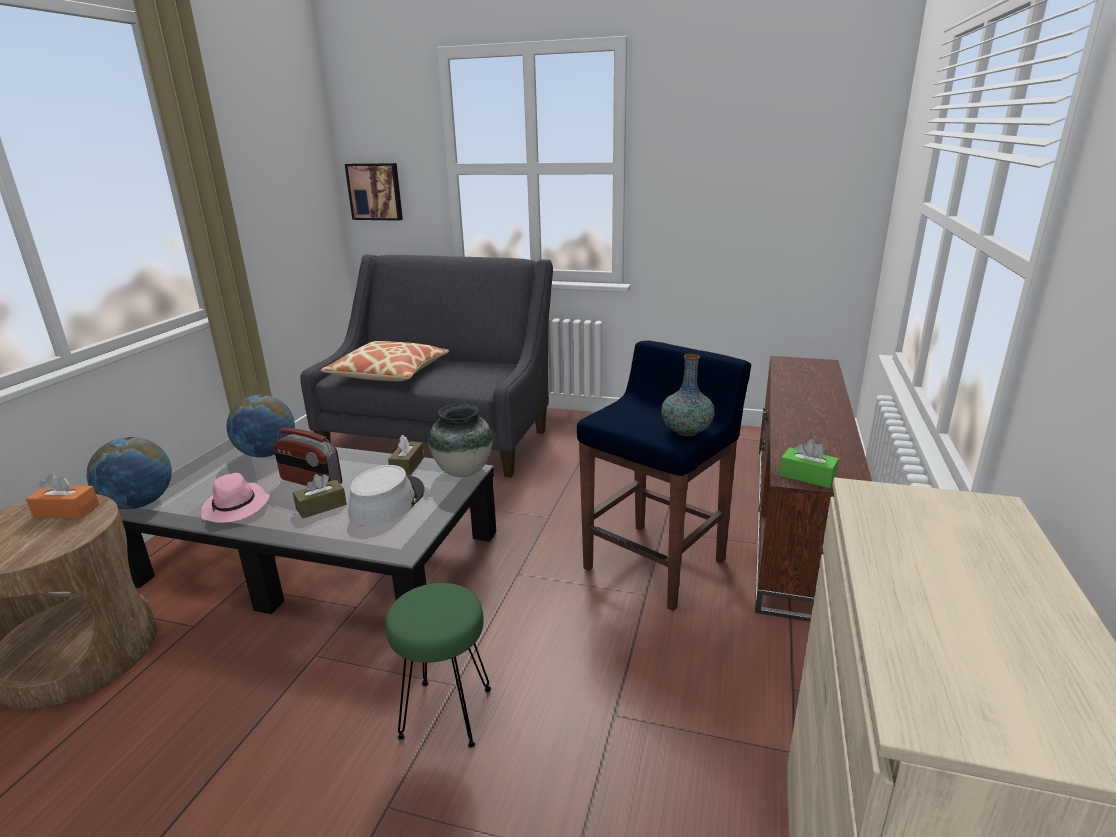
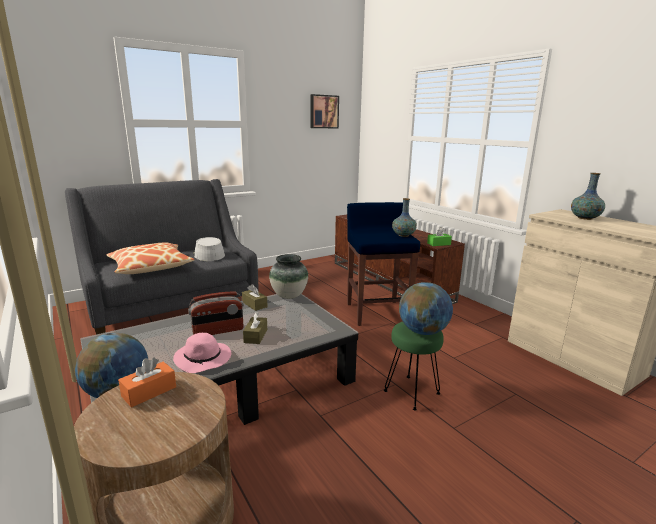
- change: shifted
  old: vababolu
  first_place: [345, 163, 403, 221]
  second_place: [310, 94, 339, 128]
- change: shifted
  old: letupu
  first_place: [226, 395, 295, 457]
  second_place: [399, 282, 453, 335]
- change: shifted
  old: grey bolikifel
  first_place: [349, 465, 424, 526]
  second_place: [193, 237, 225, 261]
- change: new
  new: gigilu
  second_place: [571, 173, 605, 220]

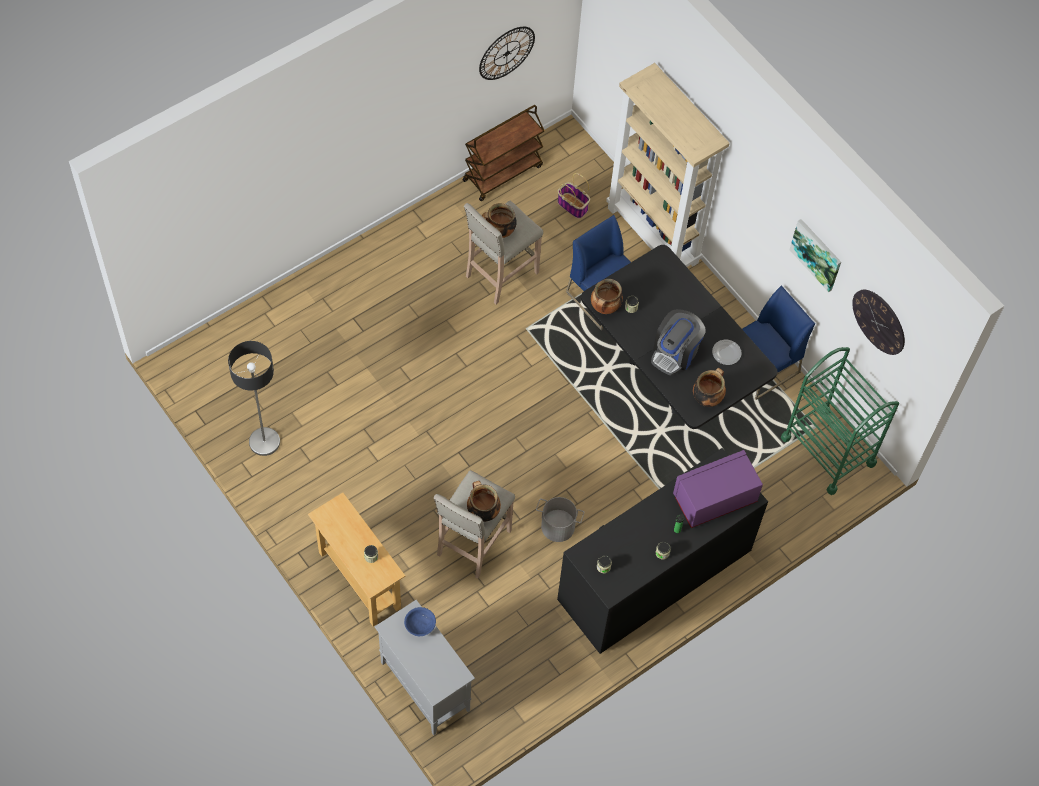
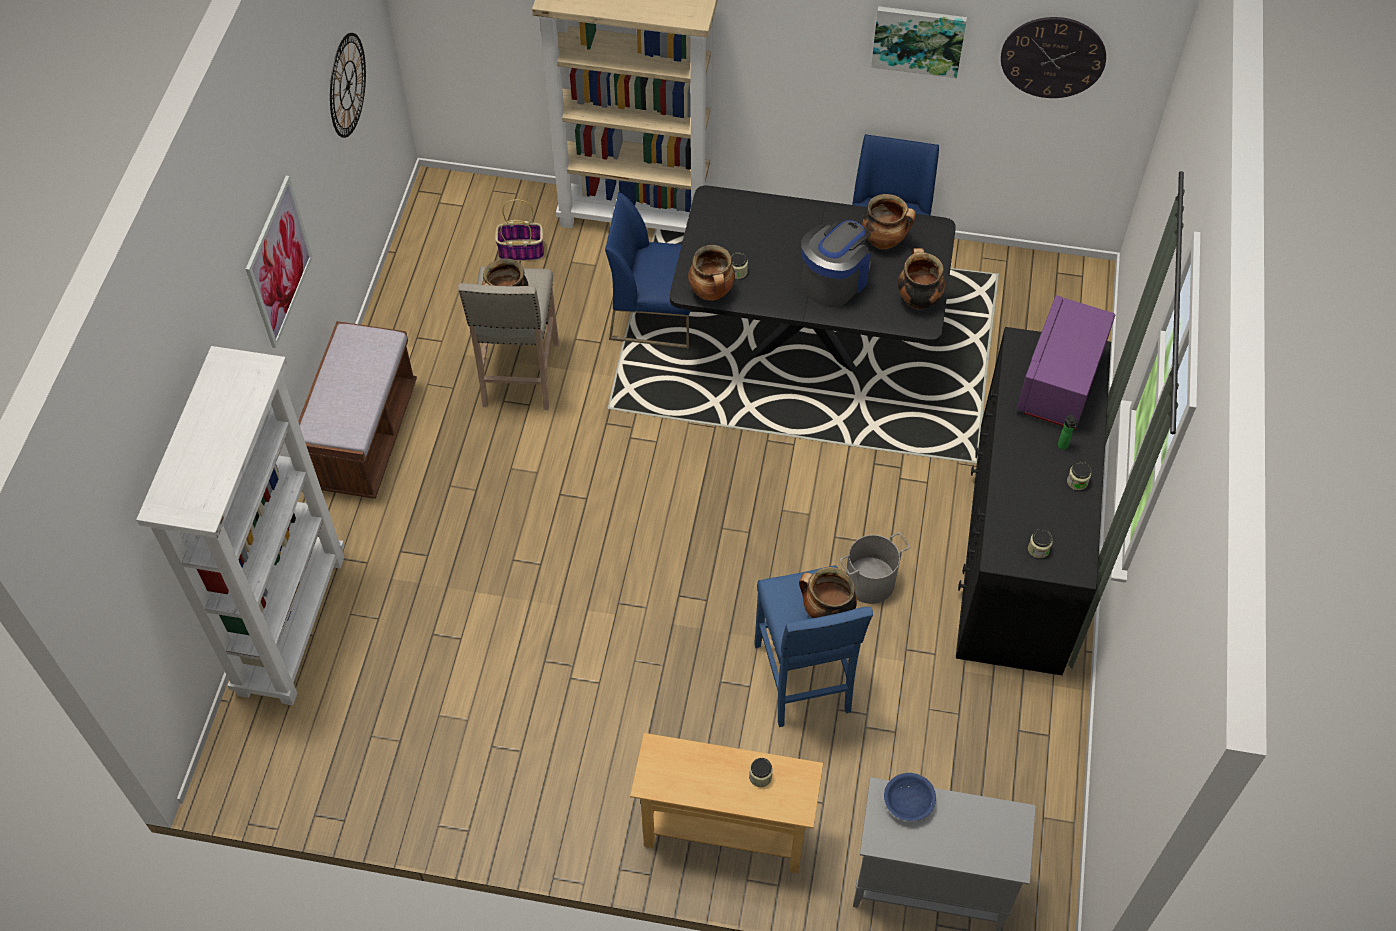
- change: gone
  old: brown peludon
  first_place: [462, 105, 545, 201]
- change: rotated
  old: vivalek
  first_place: [651, 309, 706, 376]
  second_place: [801, 219, 871, 307]
  degrees: -135
- change: swapped
  old: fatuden
  new: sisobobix
  first_place: [712, 340, 742, 365]
  second_place: [862, 194, 916, 249]
- change: gone
  old: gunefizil
  first_place: [228, 341, 280, 456]
- change: gone
  old: green peludon
  first_place: [781, 347, 899, 495]
- change: repainted
  old: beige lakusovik
  new: blue lakusovik
  first_place: [434, 470, 515, 578]
  second_place: [754, 565, 873, 727]
- change: new
  new: vababolu
  second_place: [246, 176, 313, 348]
- change: new
  new: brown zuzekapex
  second_place: [298, 321, 417, 499]
- change: new
  new: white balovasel
  second_place: [136, 346, 345, 705]

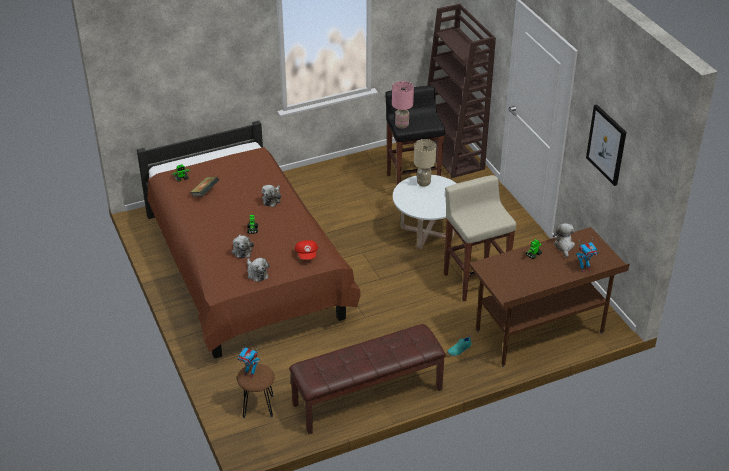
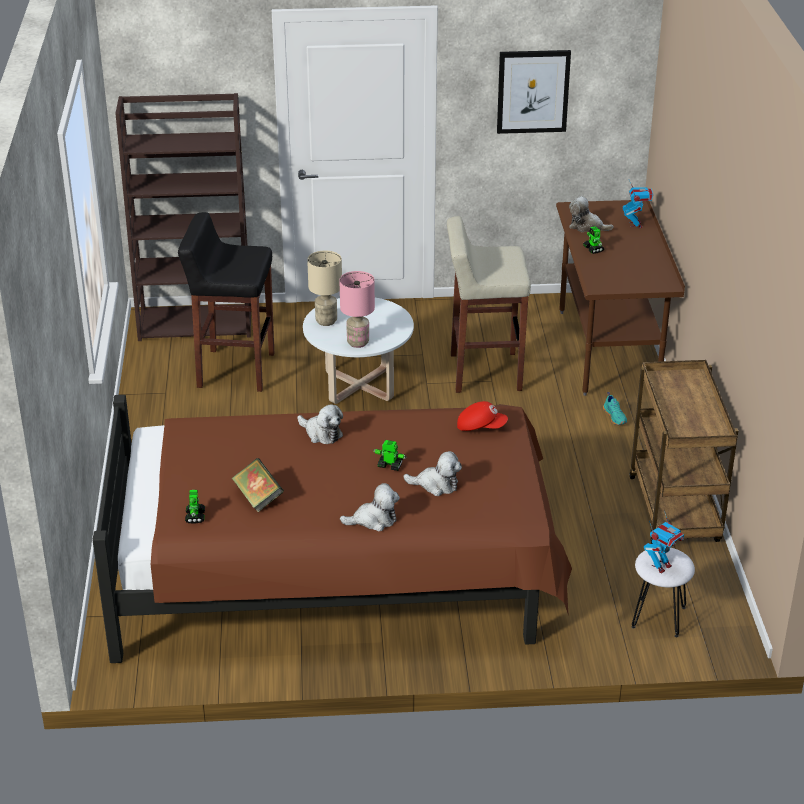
- change: shifted
  old: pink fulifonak
  first_place: [392, 81, 414, 129]
  second_place: [339, 271, 375, 348]
- change: shifted
  old: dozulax
  first_place: [247, 258, 270, 282]
  second_place: [340, 483, 400, 531]
- change: swapped
  old: brown zuzekapex
  new: brown peludon
  first_place: [289, 324, 446, 434]
  second_place: [629, 360, 738, 544]
- change: repainted
  old: brown lakusovik
  new: white lakusovik
  first_place: [237, 364, 275, 419]
  second_place: [632, 548, 695, 637]

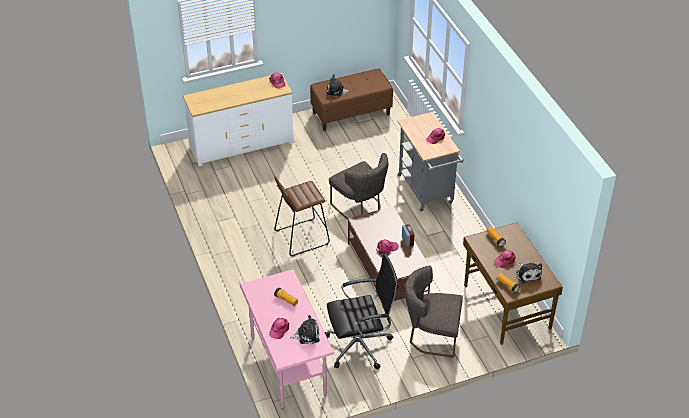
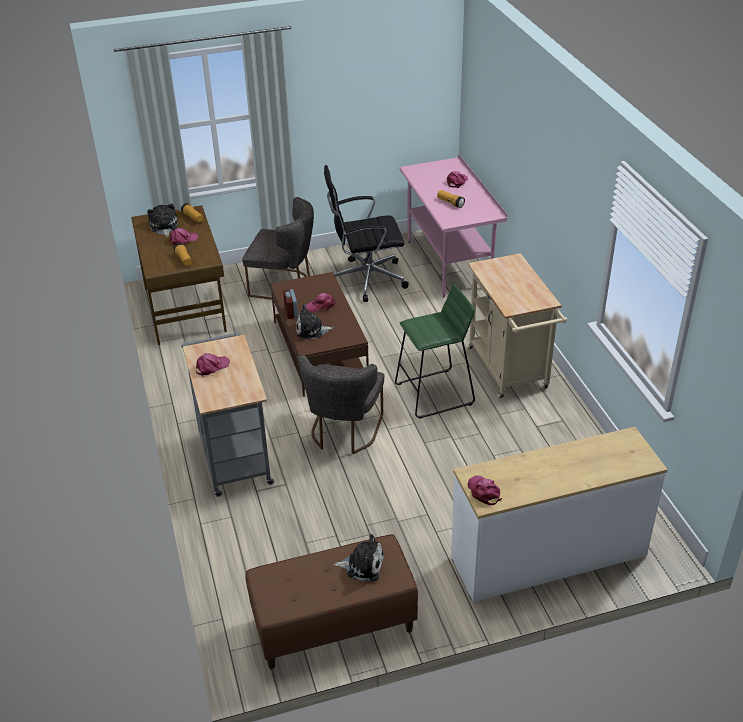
- change: rotated
  old: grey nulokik
  first_place: [329, 153, 389, 220]
  second_place: [297, 355, 384, 454]
  degrees: -135
- change: repainted
  old: brown lakusovik
  new: green lakusovik
  first_place: [274, 176, 330, 257]
  second_place: [395, 284, 475, 419]
- change: shifted
  old: dozulax
  first_place: [289, 315, 320, 344]
  second_place: [296, 304, 334, 339]
- change: new
  new: beige peludon
  second_place: [467, 253, 567, 400]

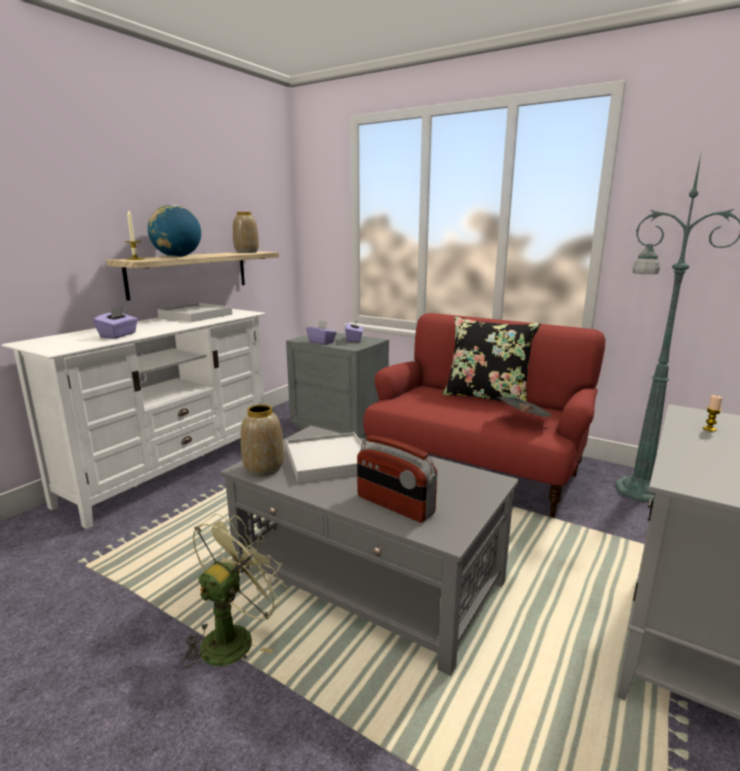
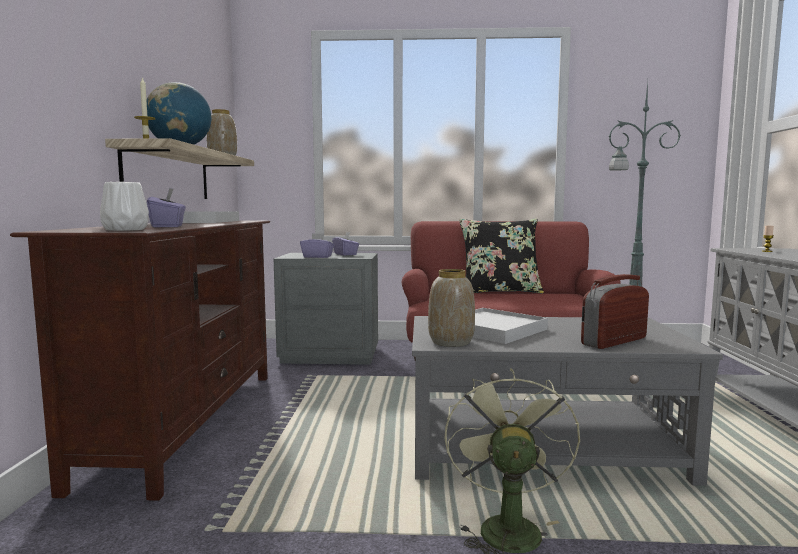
- change: repainted
  old: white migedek
  new: brown migedek
  first_place: [1, 309, 266, 529]
  second_place: [10, 220, 270, 501]
- change: gone
  old: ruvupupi
  first_place: [497, 397, 552, 417]
- change: rotated
  old: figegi
  first_place: [357, 435, 437, 522]
  second_place: [581, 274, 649, 349]
  degrees: 135
- change: new
  new: white gigilu
  second_place: [100, 182, 149, 231]

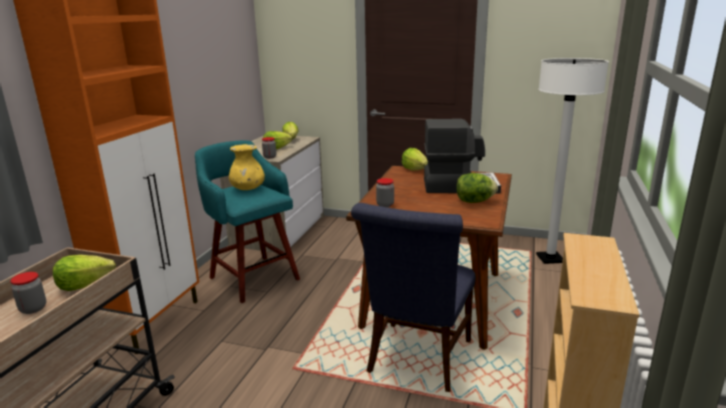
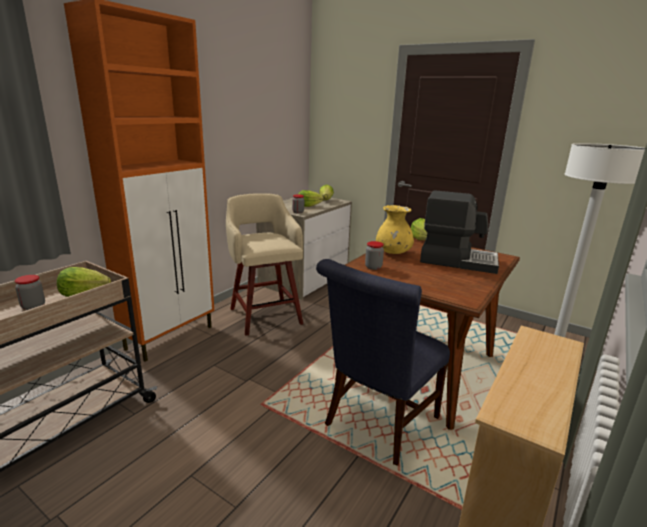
- change: repainted
  old: turquoise lakusovik
  new: beige lakusovik
  first_place: [195, 141, 300, 303]
  second_place: [226, 193, 303, 336]
- change: shifted
  old: yellow gigilu
  first_place: [229, 144, 265, 190]
  second_place: [376, 205, 414, 254]
- change: gone
  old: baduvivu
  first_place: [456, 173, 498, 203]

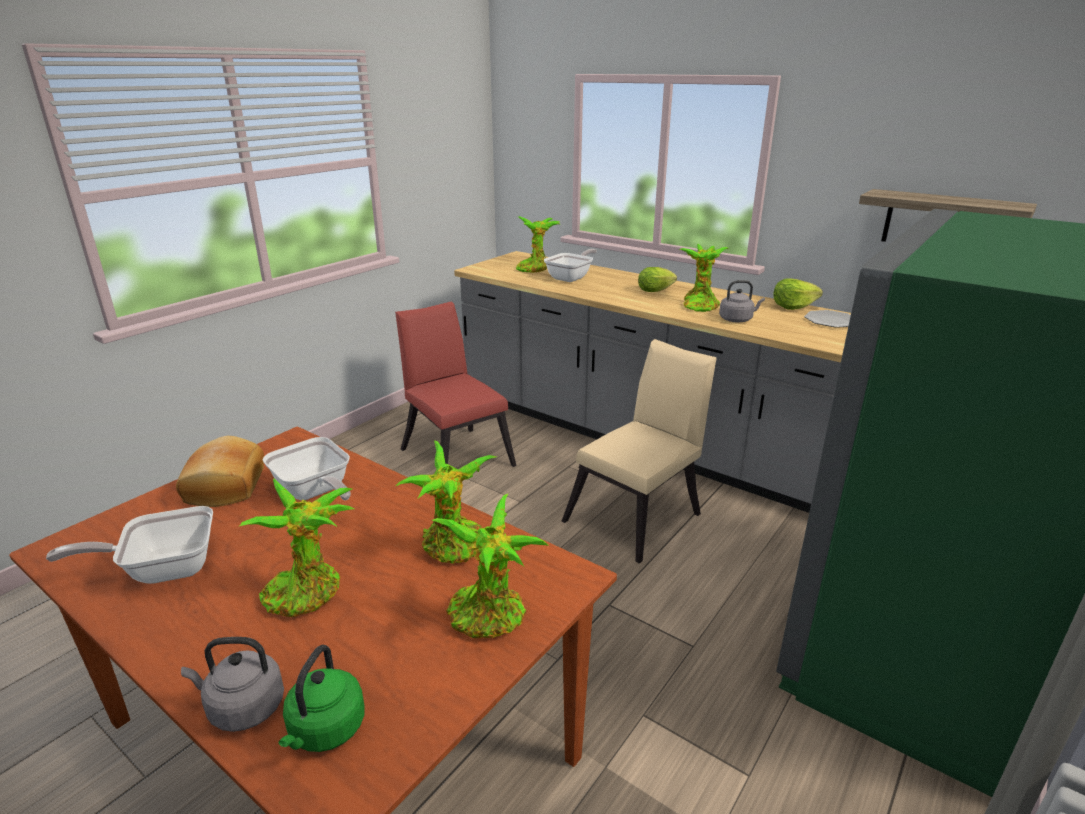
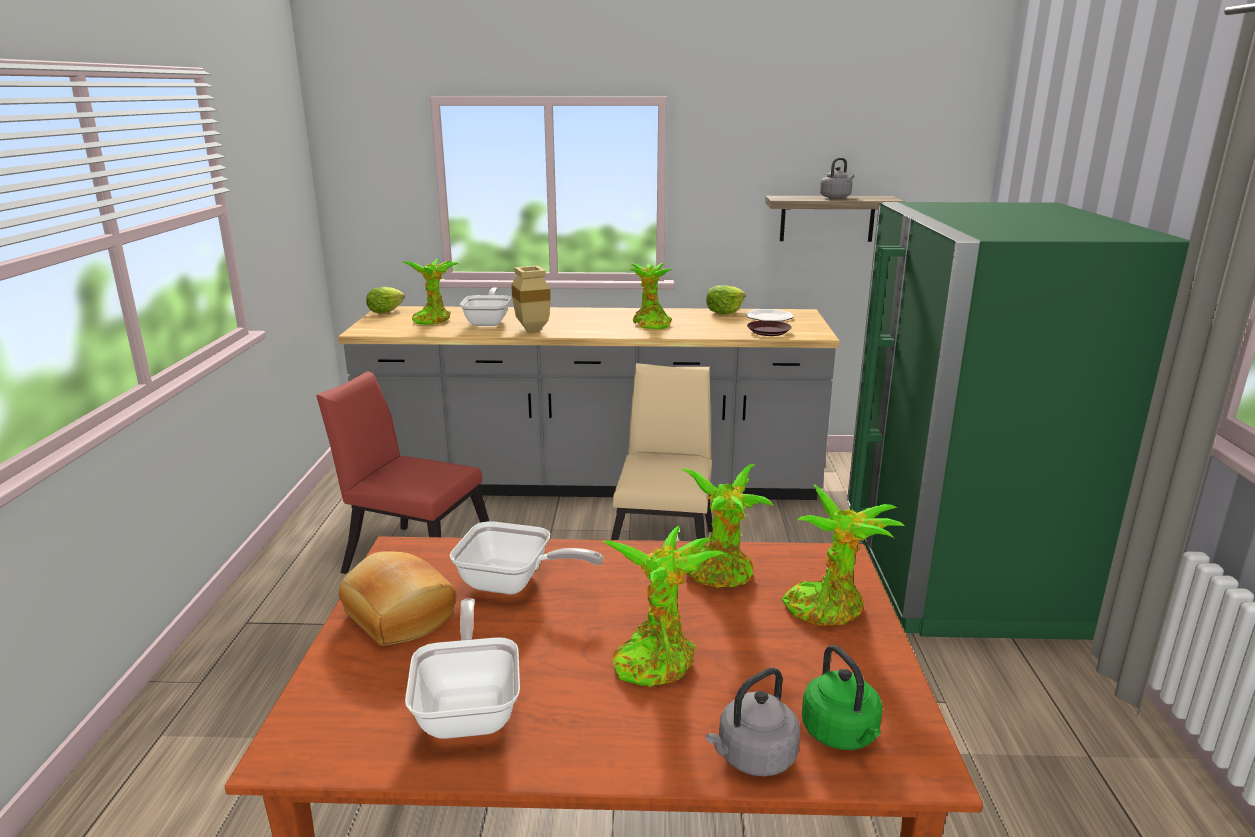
- change: shifted
  old: baduvivu
  first_place: [638, 267, 677, 292]
  second_place: [366, 287, 405, 313]
- change: shifted
  old: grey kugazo
  first_place: [719, 280, 765, 322]
  second_place: [820, 158, 854, 199]
- change: rotated
  old: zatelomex
  first_place: [46, 506, 213, 584]
  second_place: [405, 598, 520, 739]
  degrees: 135
- change: new
  new: beige gigilu
  second_place: [511, 266, 551, 332]
- change: new
  new: brown fatuden
  second_place: [747, 320, 792, 336]

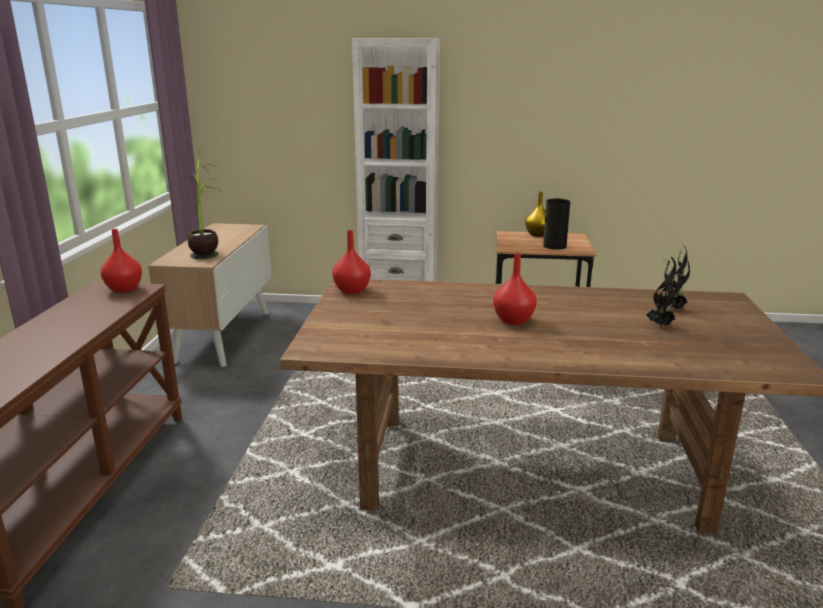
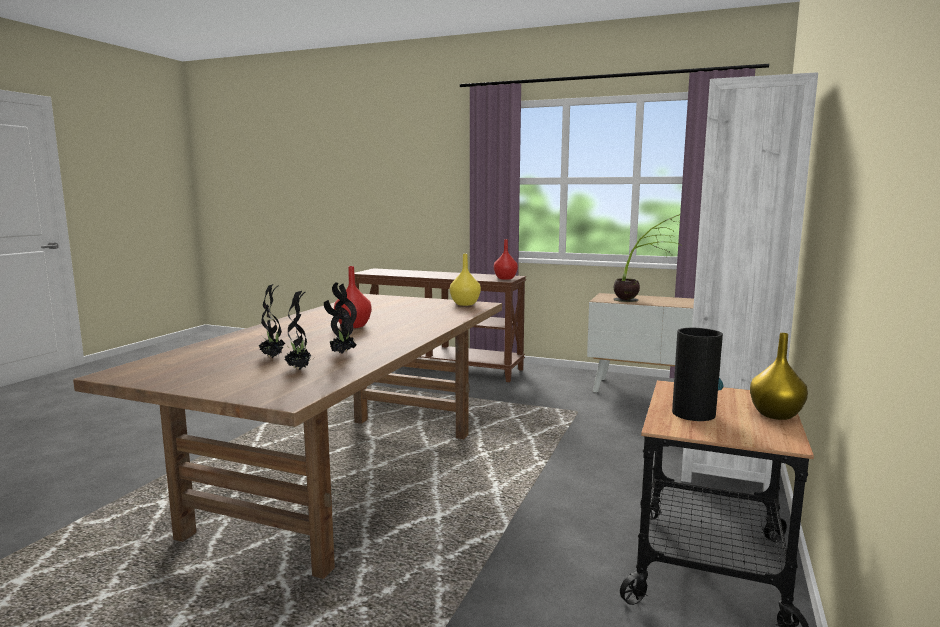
- change: repainted
  old: red gigilu
  new: yellow gigilu
  first_place: [332, 230, 371, 294]
  second_place: [450, 254, 481, 306]
- change: new
  new: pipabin
  second_place: [324, 282, 357, 354]

